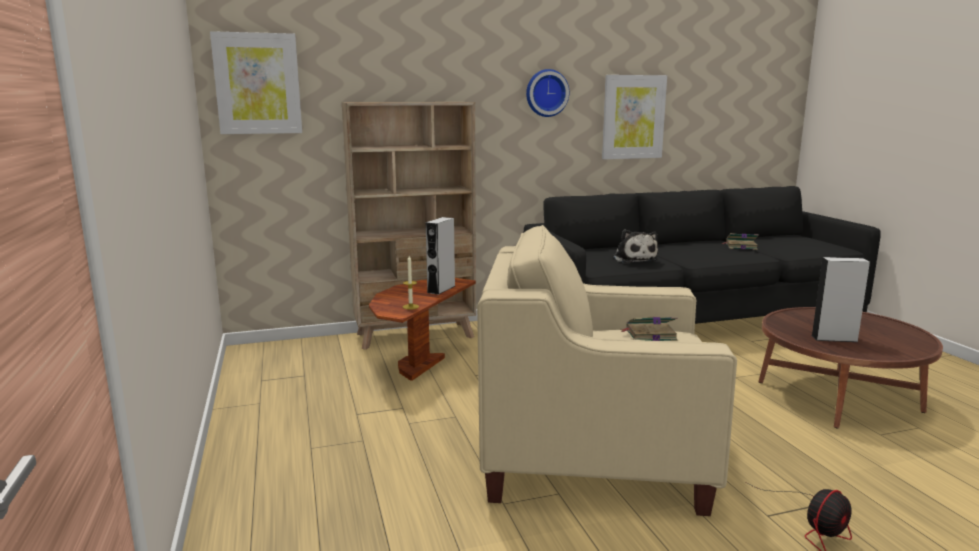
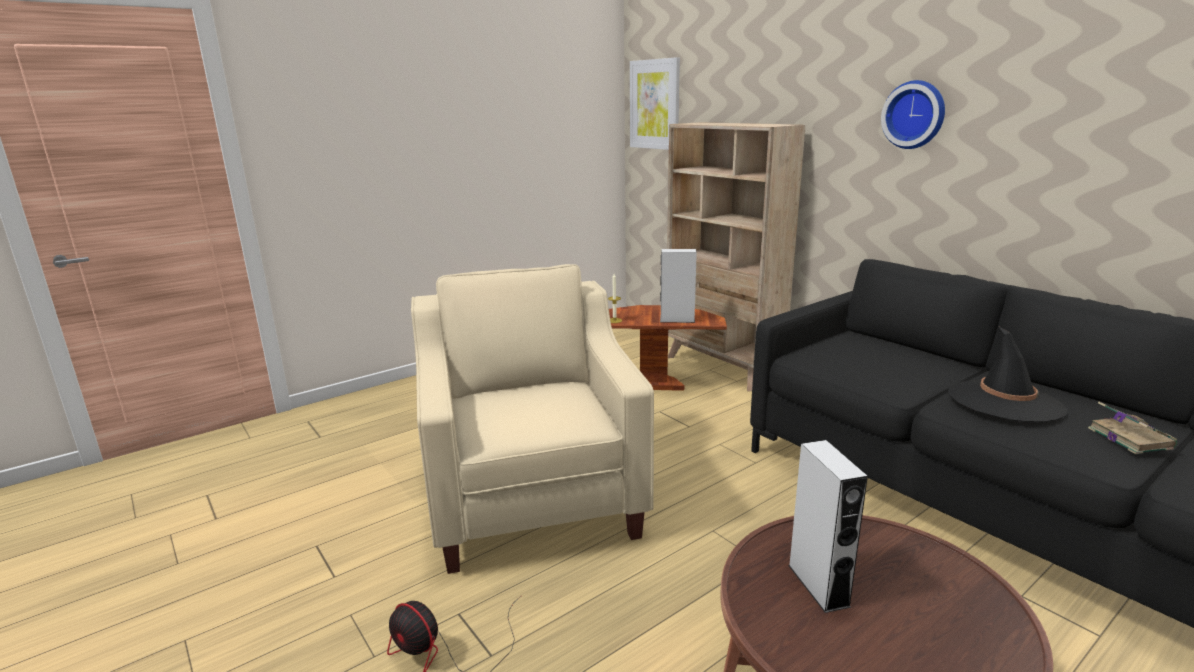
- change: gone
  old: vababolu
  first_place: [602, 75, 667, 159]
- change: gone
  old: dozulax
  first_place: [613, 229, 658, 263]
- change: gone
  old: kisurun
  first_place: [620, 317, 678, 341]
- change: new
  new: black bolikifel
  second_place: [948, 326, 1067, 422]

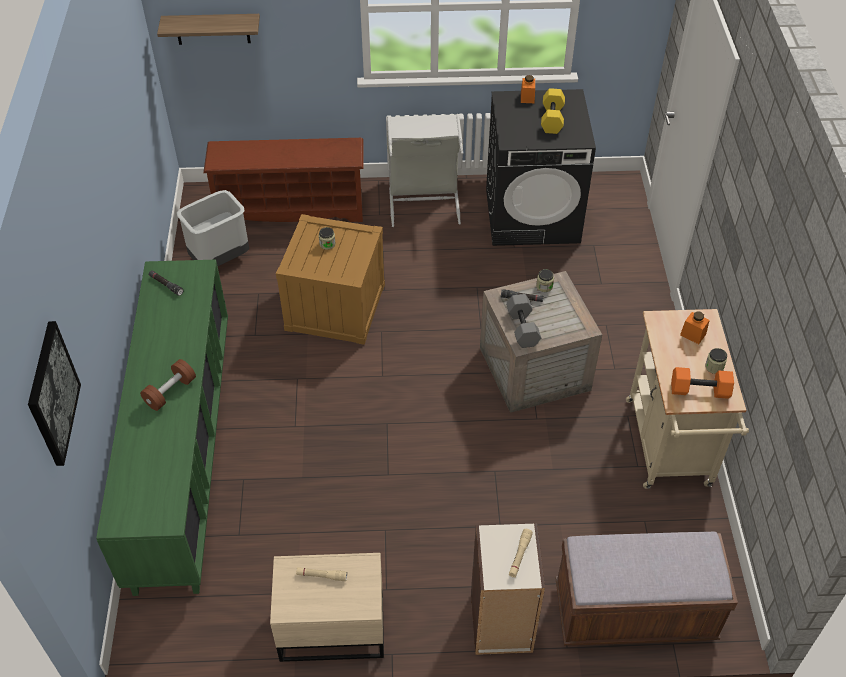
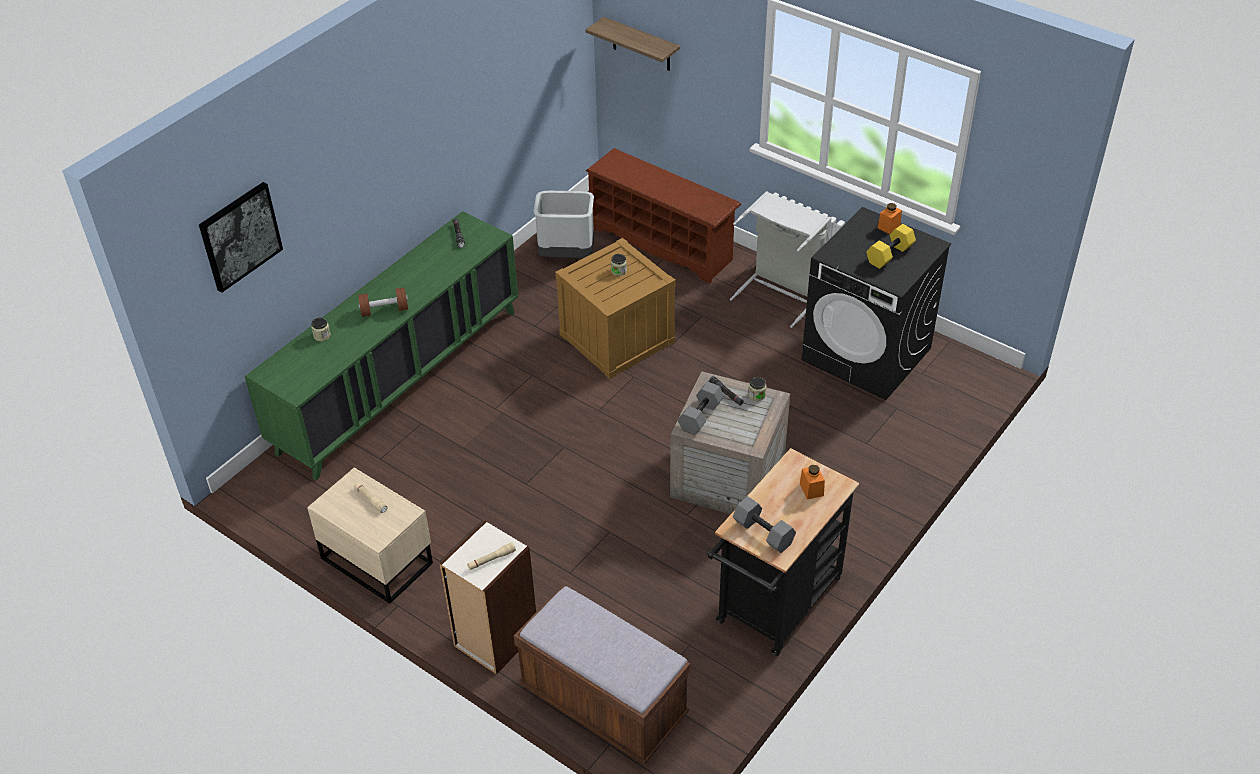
- change: repainted
  old: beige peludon
  new: black peludon
  first_place: [626, 309, 749, 489]
  second_place: [707, 448, 859, 656]
- change: shifted
  old: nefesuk
  first_place: [705, 348, 727, 374]
  second_place: [311, 318, 331, 341]
- change: repainted
  old: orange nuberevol
  new: grey nuberevol
  first_place: [671, 367, 734, 399]
  second_place: [733, 496, 796, 553]

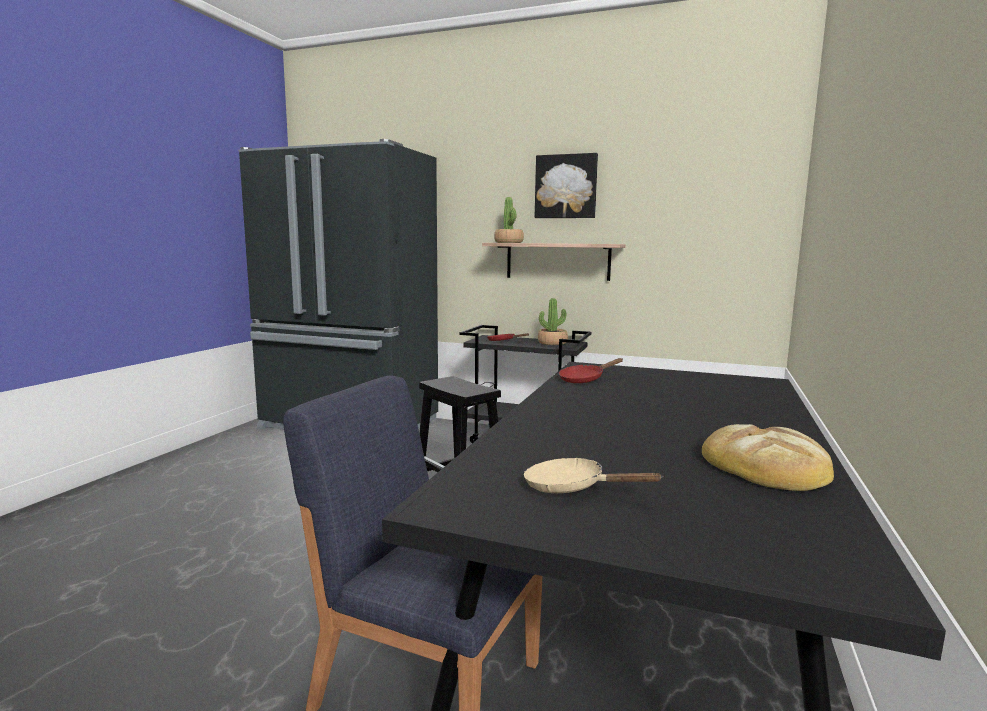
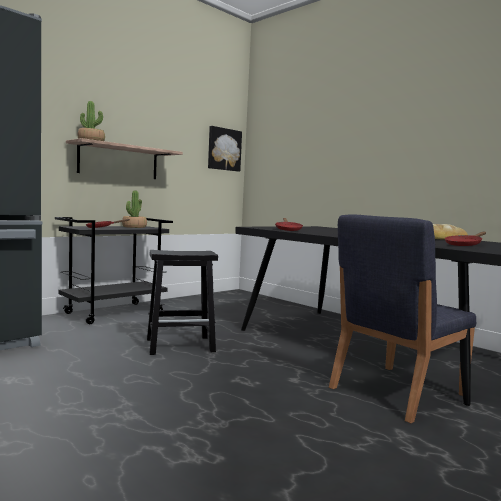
- change: shifted
  old: vababolu
  first_place: [535, 153, 598, 218]
  second_place: [208, 126, 242, 171]
- change: repainted
  old: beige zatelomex
  new: red zatelomex
  first_place: [524, 458, 663, 493]
  second_place: [445, 232, 486, 246]

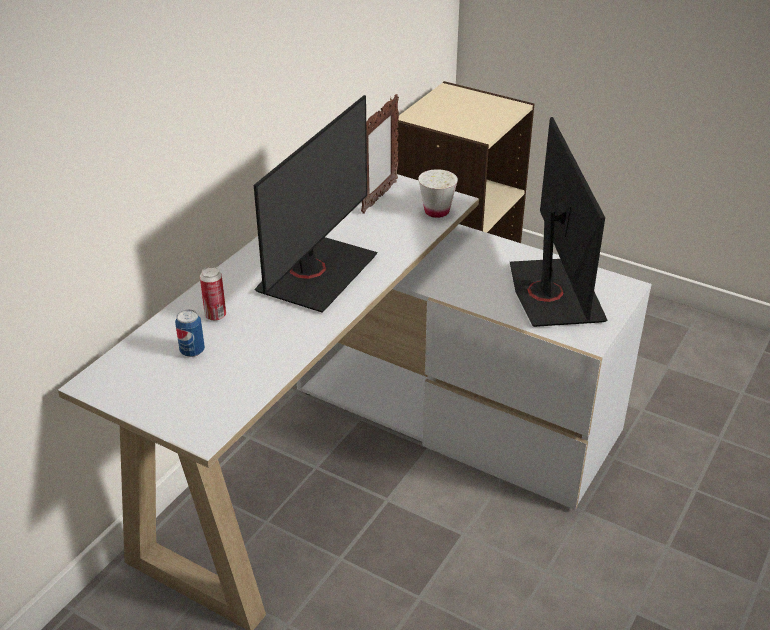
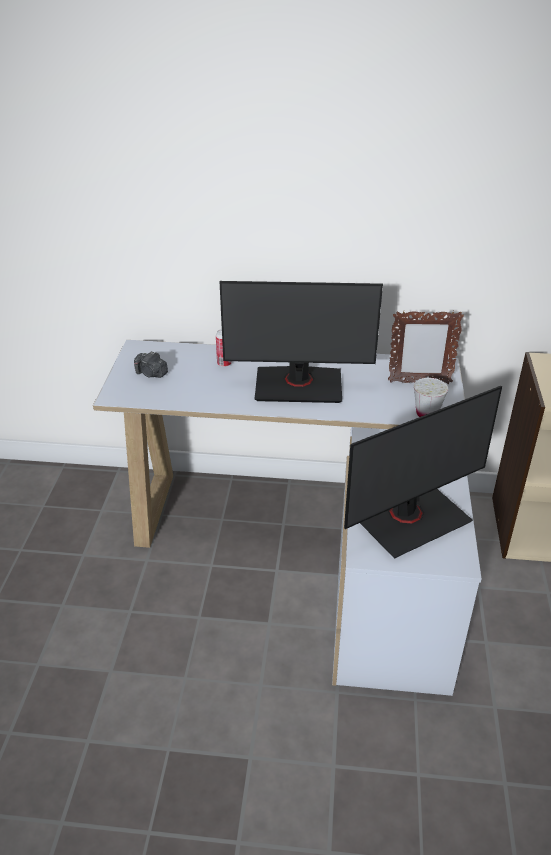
- change: gone
  old: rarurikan
  first_place: [175, 309, 205, 357]
- change: new
  new: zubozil
  second_place: [134, 351, 168, 378]

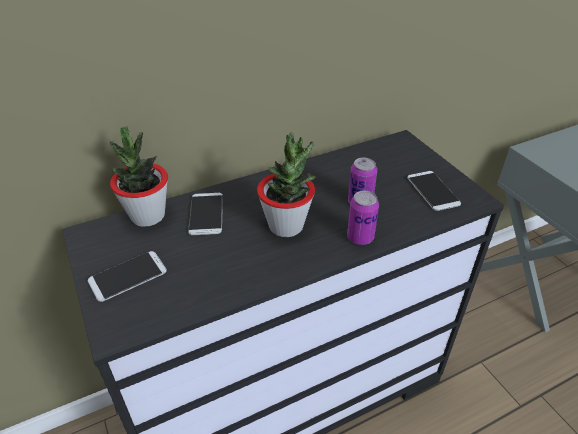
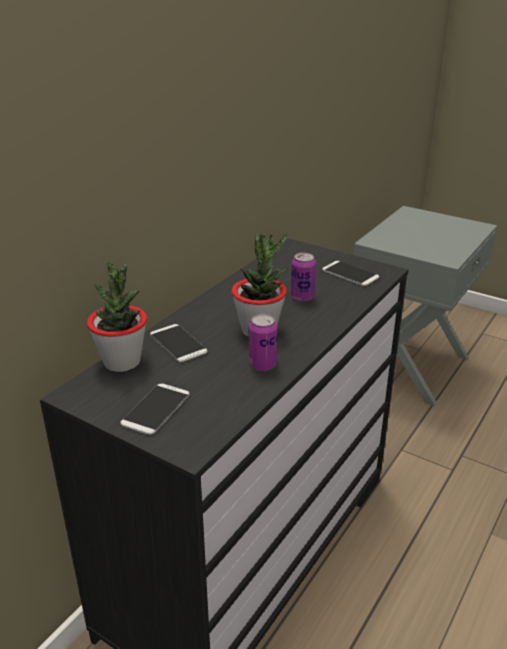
- change: shifted
  old: rarurikan
  first_place: [347, 191, 379, 245]
  second_place: [249, 314, 278, 371]

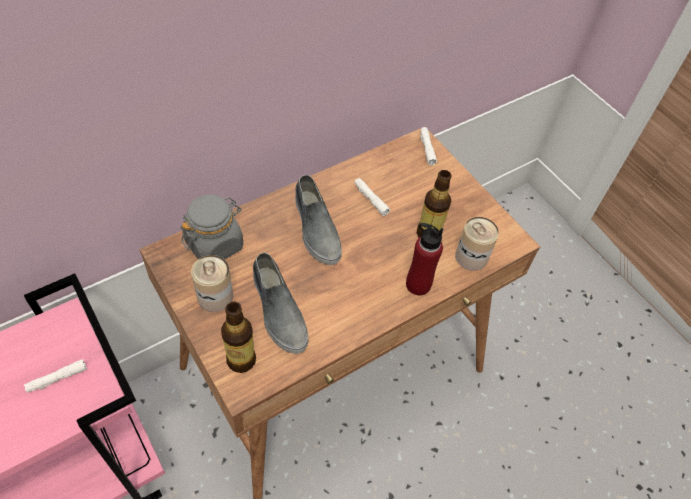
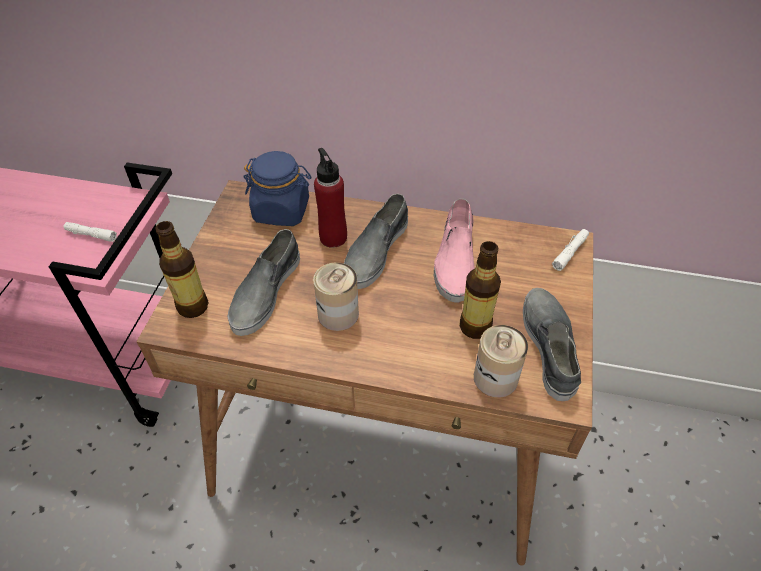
- change: swapped
  old: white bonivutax
  new: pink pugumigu
  first_place: [355, 178, 390, 216]
  second_place: [434, 199, 474, 302]
- change: repainted
  old: grey nefesuk
  new: blue nefesuk
  first_place: [180, 194, 243, 259]
  second_place: [243, 151, 312, 226]
- change: shifted
  old: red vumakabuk
  first_place: [406, 223, 443, 295]
  second_place: [314, 148, 347, 248]
- change: shifted
  old: rarurikan
  first_place: [191, 255, 233, 312]
  second_place: [313, 262, 359, 331]
- change: new
  new: grey pugumigu
  second_place: [523, 288, 581, 401]

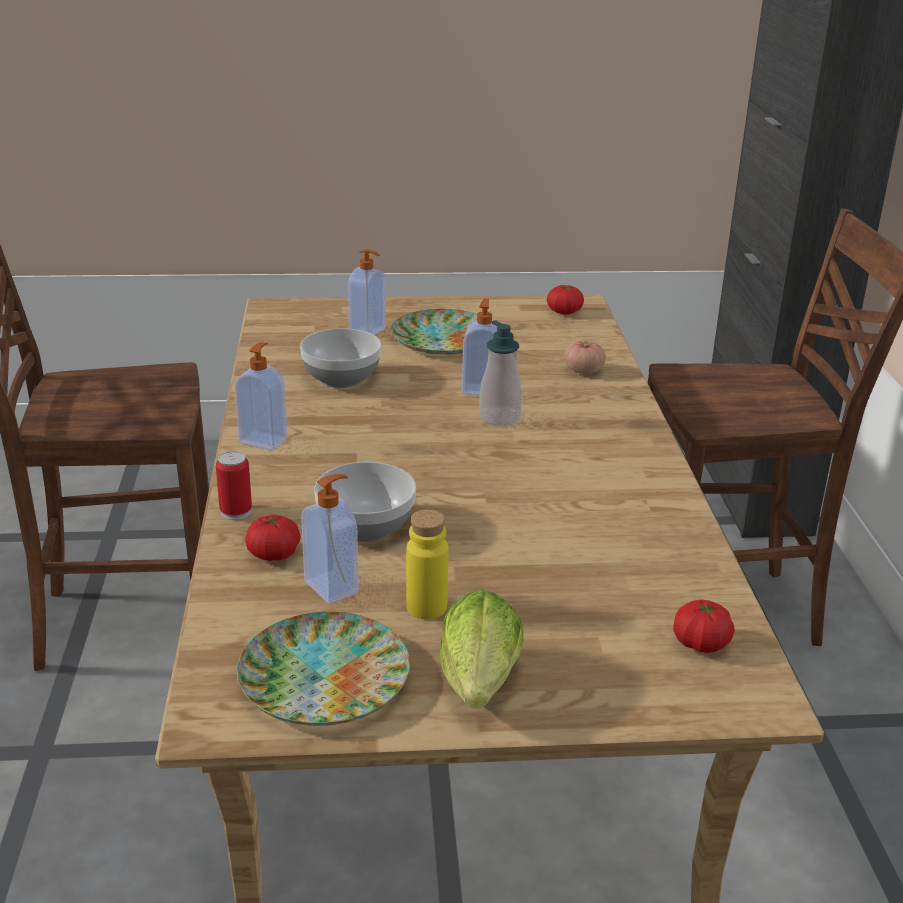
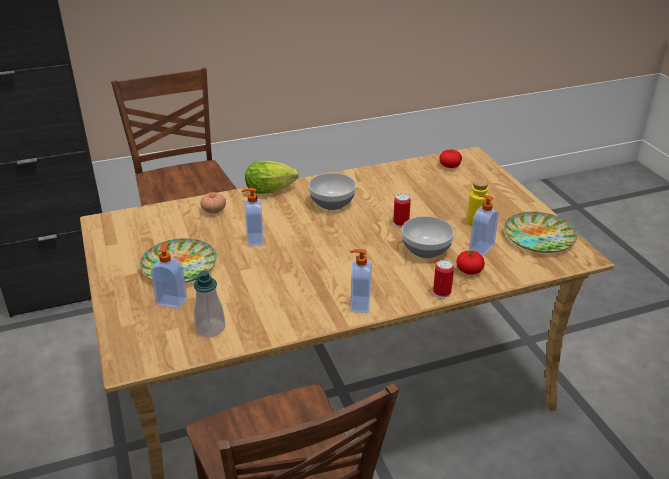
- change: gone
  old: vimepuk
  first_place: [547, 285, 584, 315]
- change: shifted
  old: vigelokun
  first_place: [479, 320, 522, 426]
  second_place: [193, 270, 225, 337]
- change: shifted
  old: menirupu
  first_place: [300, 328, 381, 388]
  second_place: [309, 173, 356, 210]
- change: shifted
  old: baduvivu
  first_place: [440, 589, 523, 709]
  second_place: [245, 161, 299, 194]
- change: new
  new: rarurikan
  second_place: [393, 194, 411, 228]

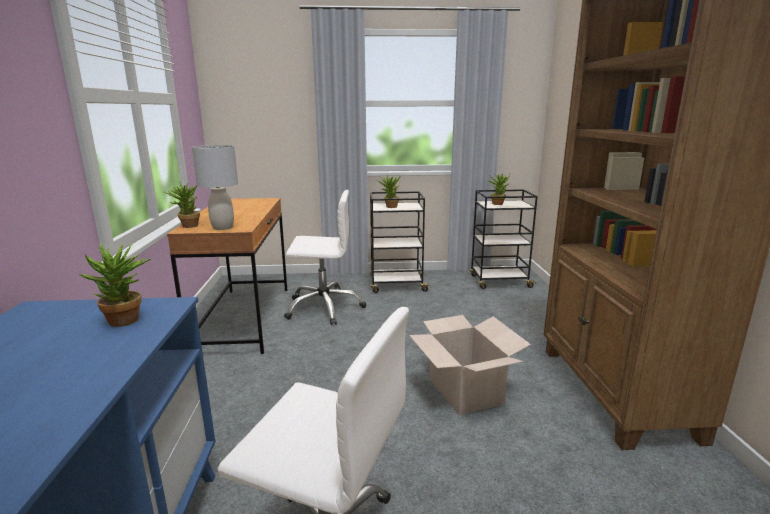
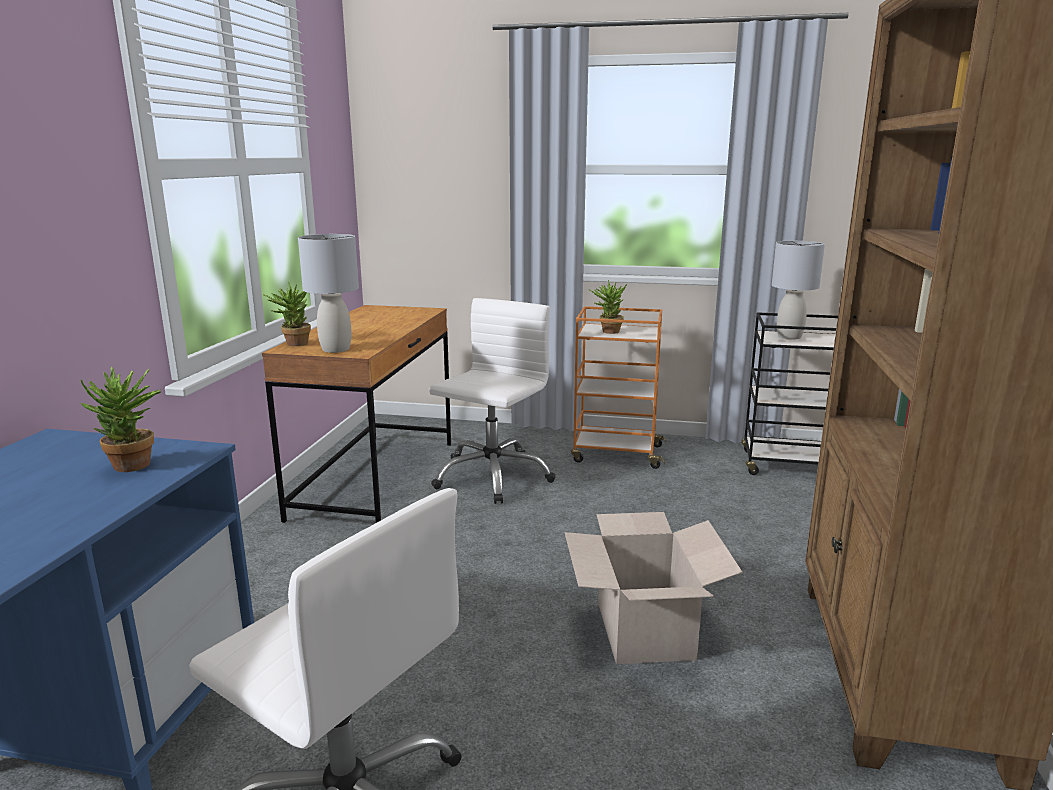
- change: swapped
  old: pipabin
  new: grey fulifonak
  first_place: [488, 173, 510, 205]
  second_place: [772, 241, 825, 340]
- change: rotated
  old: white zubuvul
  first_place: [284, 190, 366, 325]
  second_place: [429, 298, 556, 504]
  degrees: -75
- change: repainted
  old: black peludon
  new: orange peludon
  first_place: [370, 191, 431, 293]
  second_place: [571, 306, 666, 469]

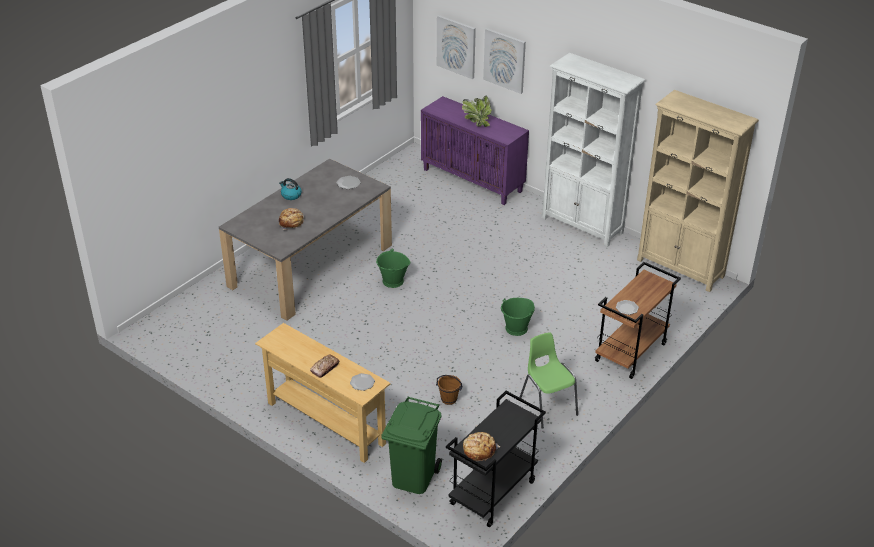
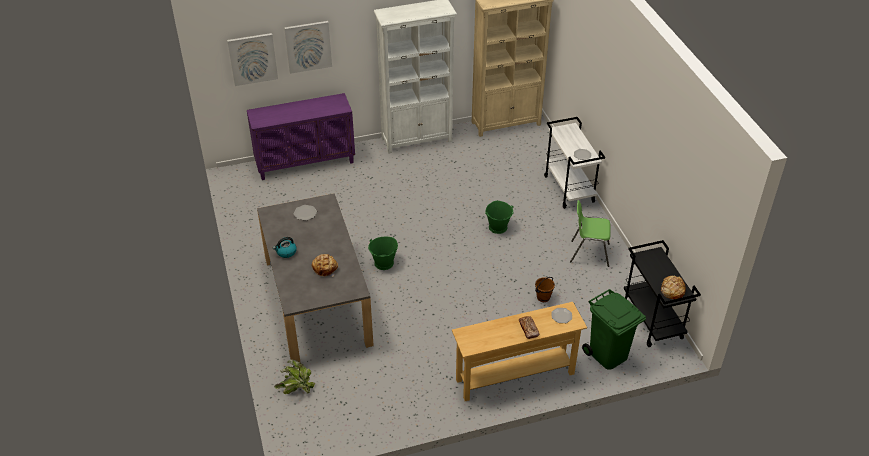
- change: shifted
  old: pipabin
  first_place: [462, 95, 492, 127]
  second_place: [274, 360, 315, 394]
- change: repainted
  old: brown peludon
  new: white peludon
  first_place: [594, 262, 681, 379]
  second_place: [544, 117, 605, 209]

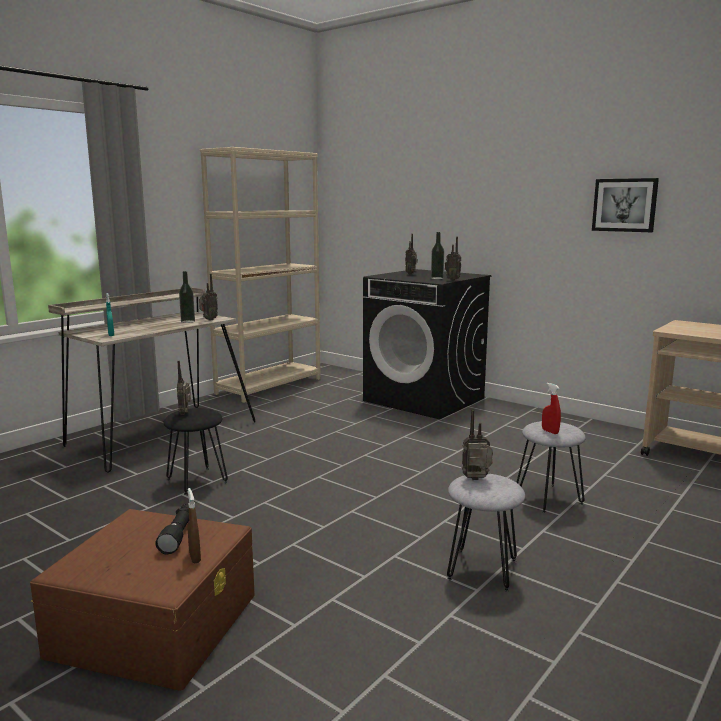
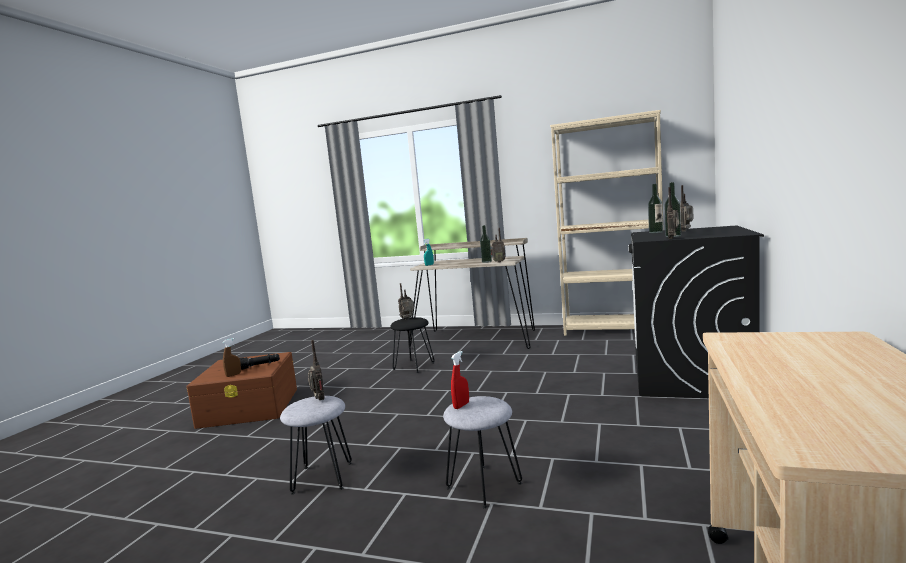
- change: gone
  old: vababolu
  first_place: [592, 178, 659, 232]
- change: new
  new: vumakabuk
  second_place: [648, 184, 663, 233]

